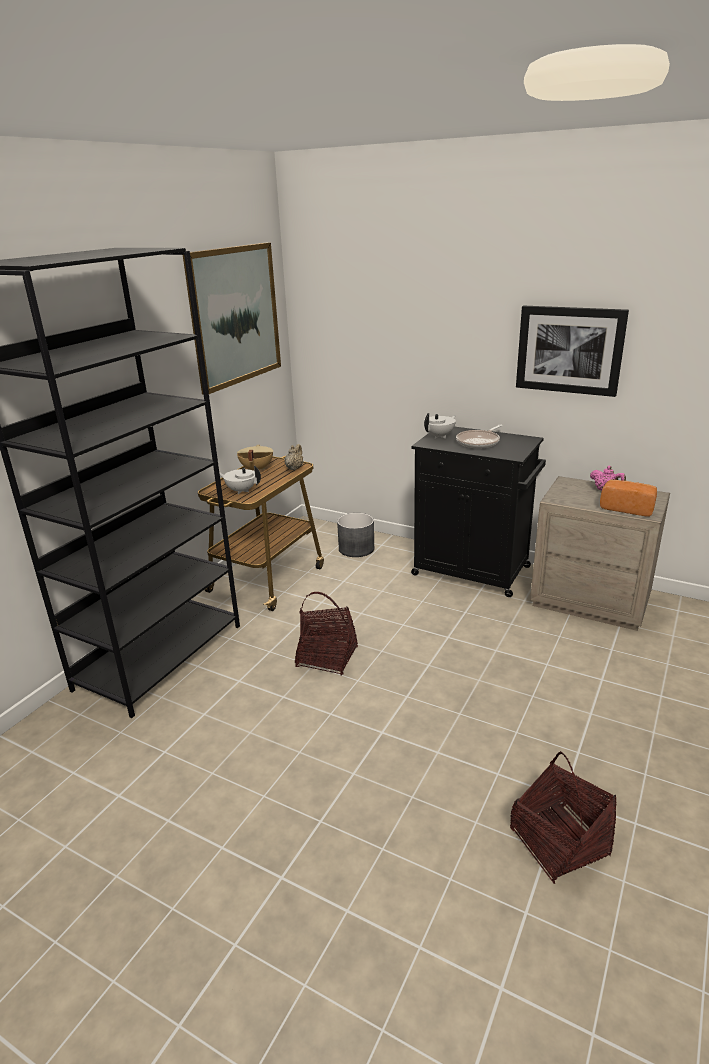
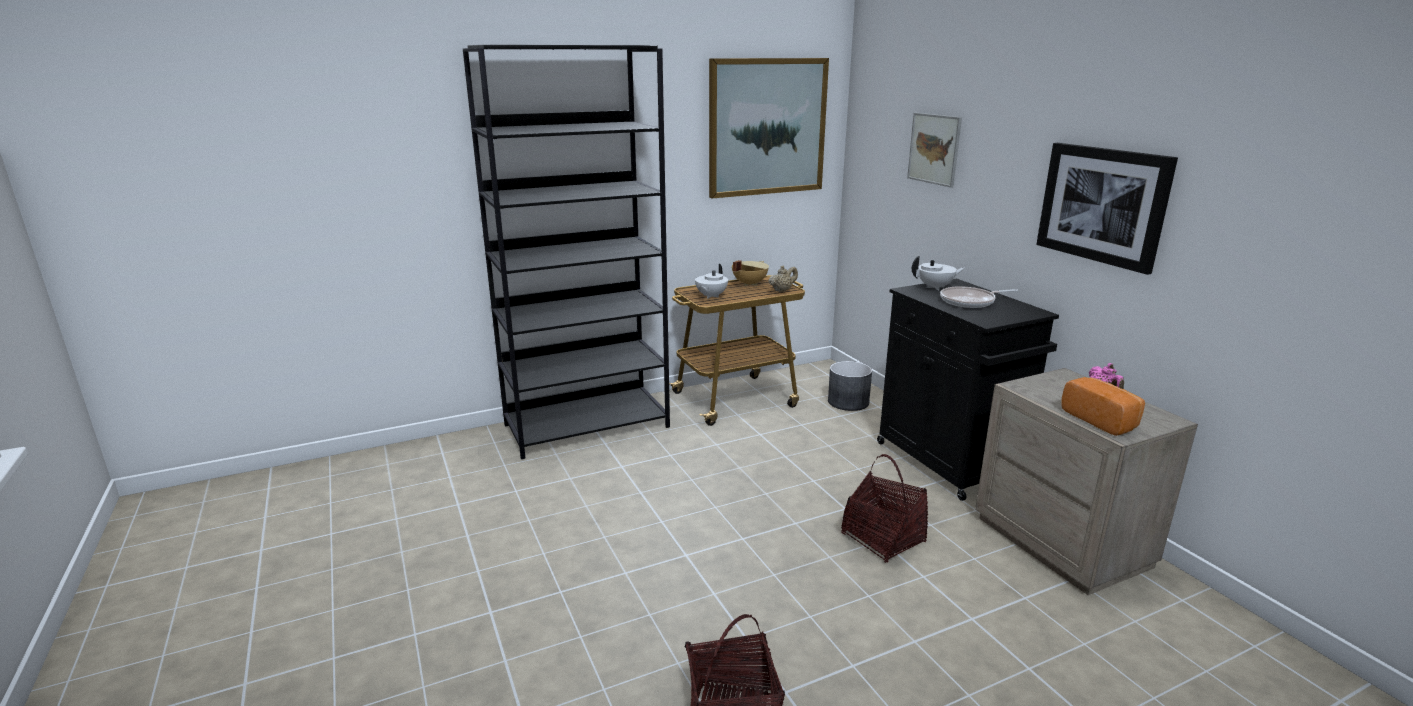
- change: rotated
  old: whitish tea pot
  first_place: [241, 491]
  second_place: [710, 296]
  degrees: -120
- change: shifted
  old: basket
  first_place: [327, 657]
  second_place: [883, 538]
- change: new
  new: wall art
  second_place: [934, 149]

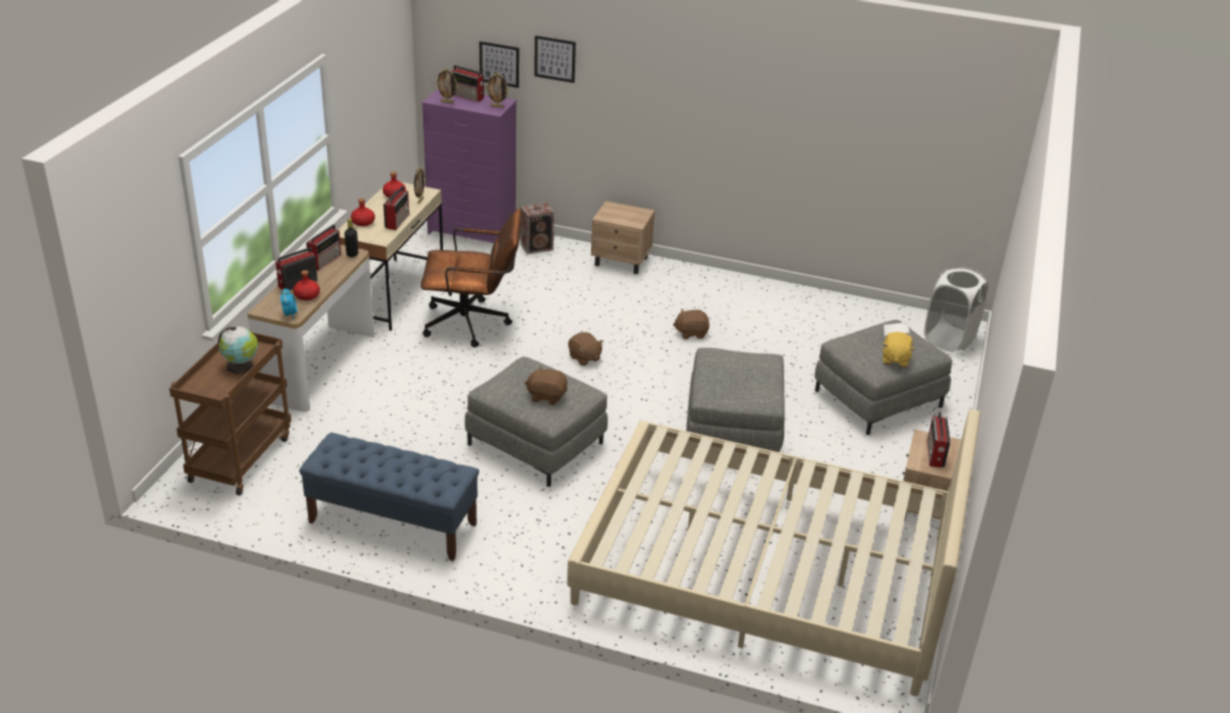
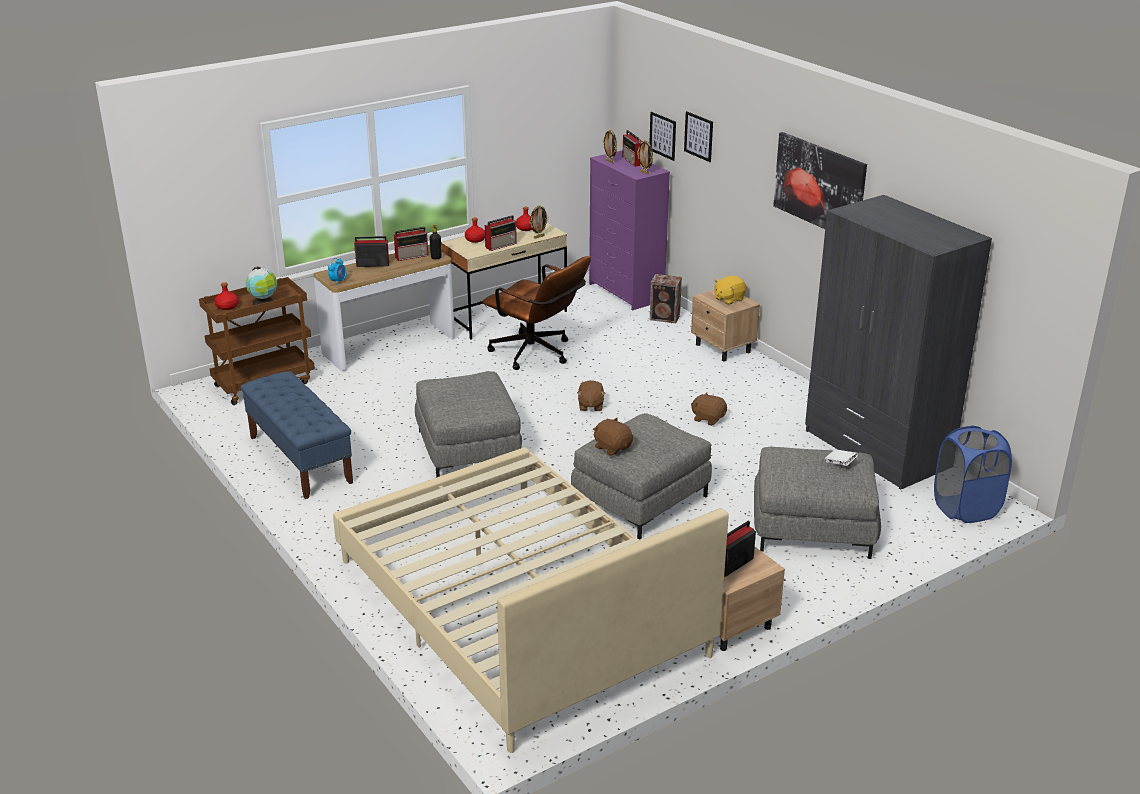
- change: repainted
  old: whitish hamper
  new: blue-coloured hamper
  first_place: [949, 339]
  second_place: [966, 509]
- change: shifted
  old: red beverage bottle
  first_place: [307, 296]
  second_place: [227, 306]
- change: shifted
  old: yellowish soft toy
  first_place: [895, 359]
  second_place: [728, 299]
- change: shifted
  old: brown soft toy
  first_place: [546, 396]
  second_place: [612, 448]
- change: new
  new: wall art
  second_place: [819, 185]
- change: new
  new: gray armoire
  second_place: [876, 449]

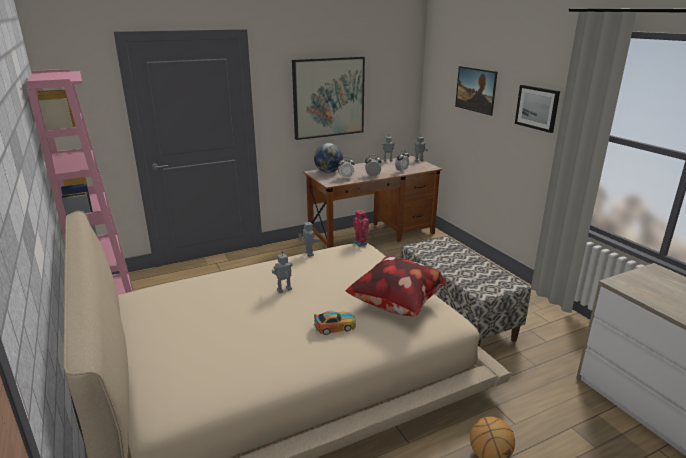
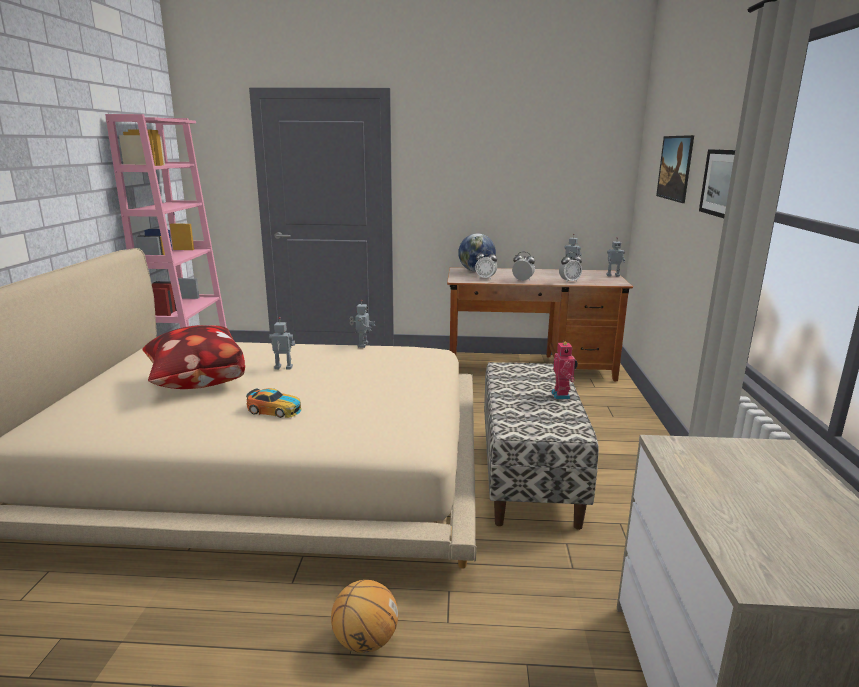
- change: gone
  old: wall art
  first_place: [328, 97]
- change: shifted
  old: robot figure
  first_place: [361, 243]
  second_place: [562, 395]
- change: shifted
  old: pillow
  first_place: [396, 306]
  second_place: [196, 384]

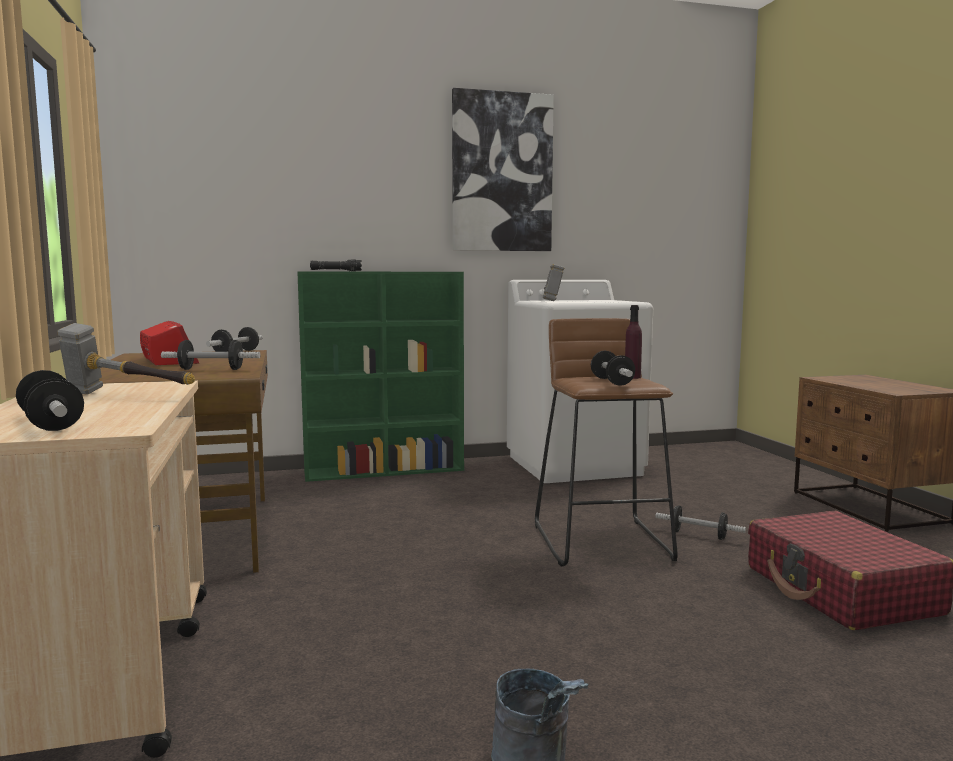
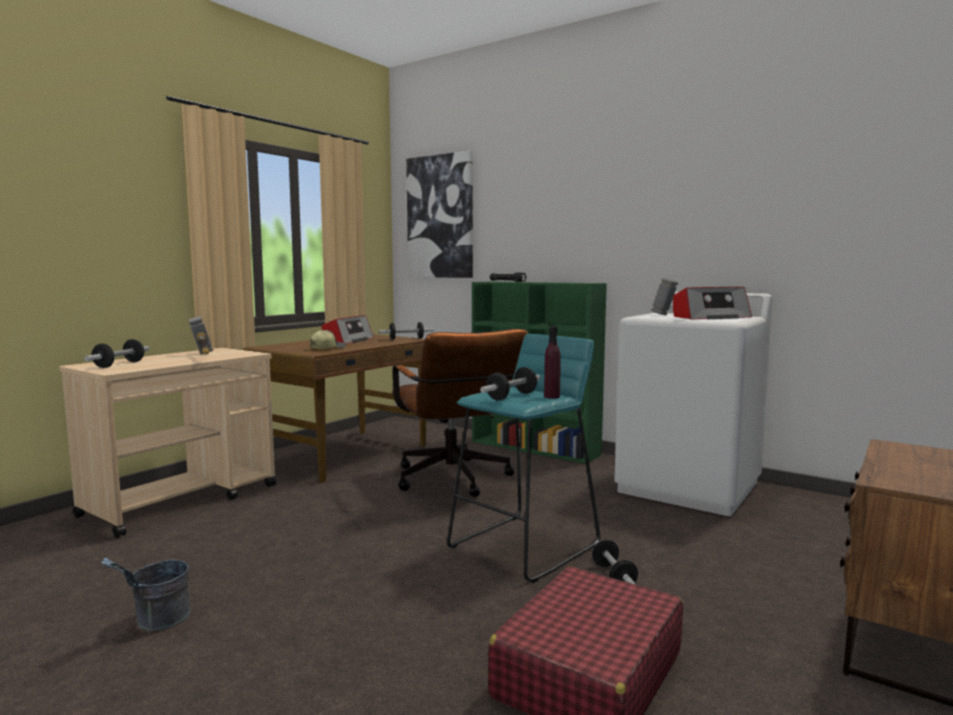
- change: shifted
  old: wall art
  first_place: [502, 173]
  second_place: [440, 217]
- change: repainted
  old: brown stool
  new: turquoise-coloured stool
  first_place: [602, 541]
  second_place: [525, 546]
- change: swapped
  old: hand weight
  new: peaked cap
  first_place: [211, 369]
  second_place: [327, 348]
- change: new
  new: radio
  second_place: [710, 317]
- change: new
  new: brown computer chair
  second_place: [455, 481]

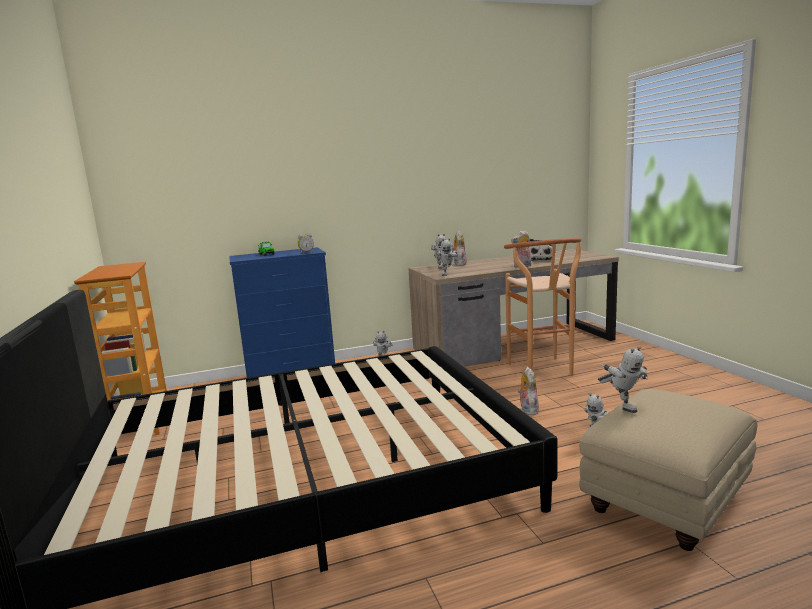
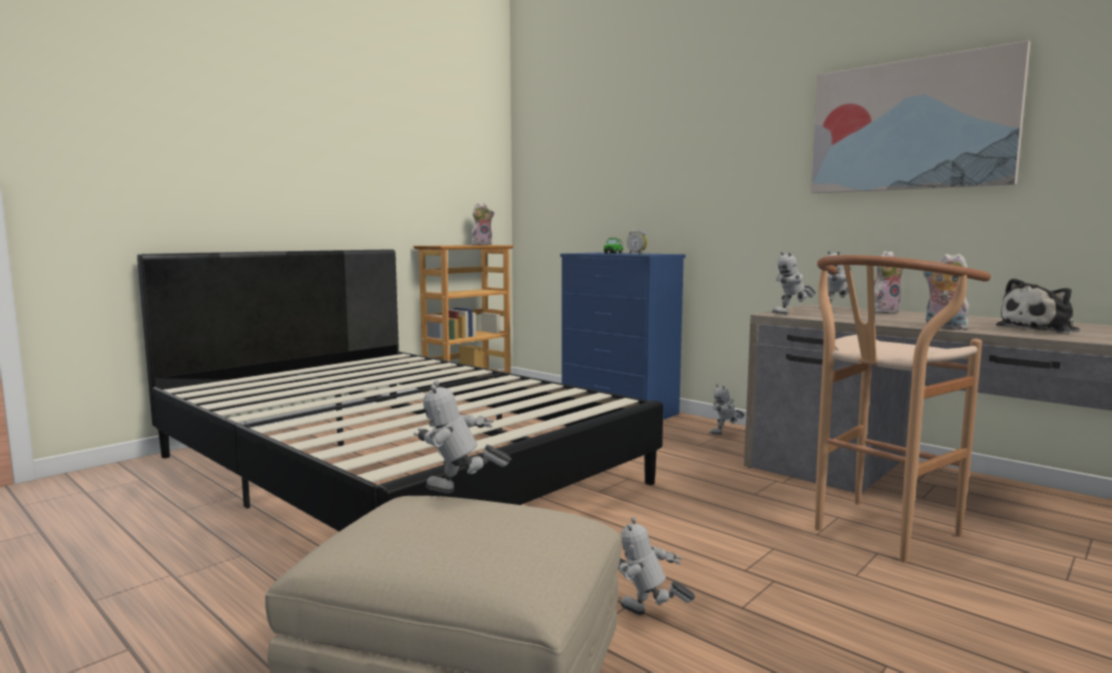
- change: rotated
  old: robot figure
  first_place: [622, 406]
  second_place: [460, 494]
  degrees: 60
- change: shifted
  old: soft toy
  first_place: [527, 410]
  second_place: [482, 245]
- change: new
  new: wall art
  second_place: [910, 125]

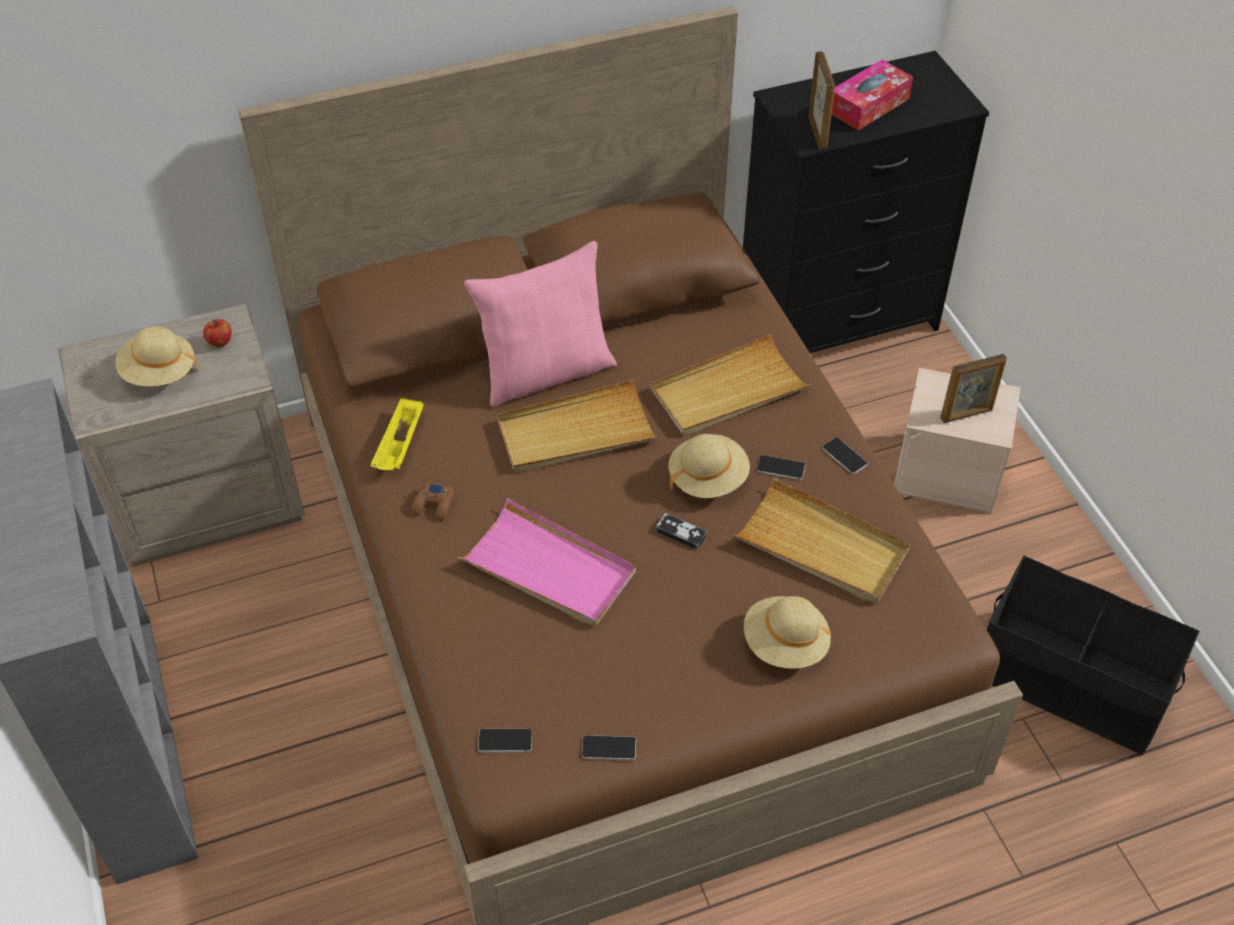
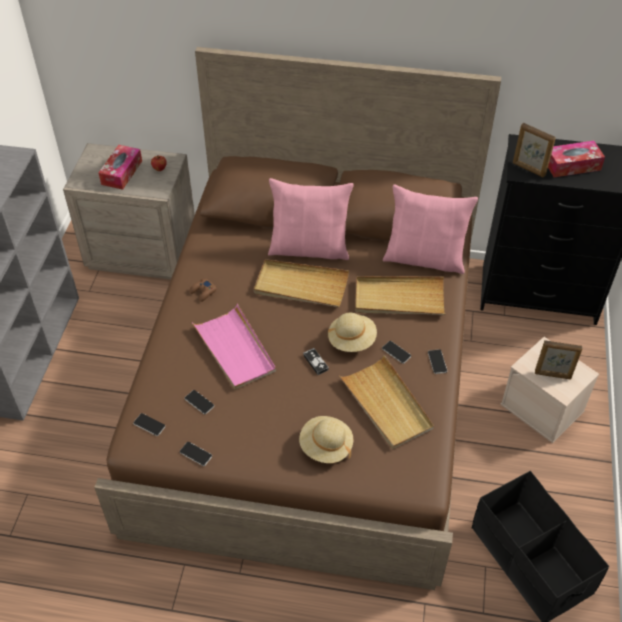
- change: rotated
  old: picture frame
  first_place: [817, 131]
  second_place: [528, 169]
  degrees: 105
- change: swapped
  old: beige-coloured hat
  new: box of tissues
  first_place: [159, 373]
  second_place: [122, 172]
- change: gone
  old: yellowish carrying tray
  first_place: [400, 446]
- change: new
  new: pink pillow
  second_place: [425, 258]
- change: new
  new: handset
  second_place: [199, 402]

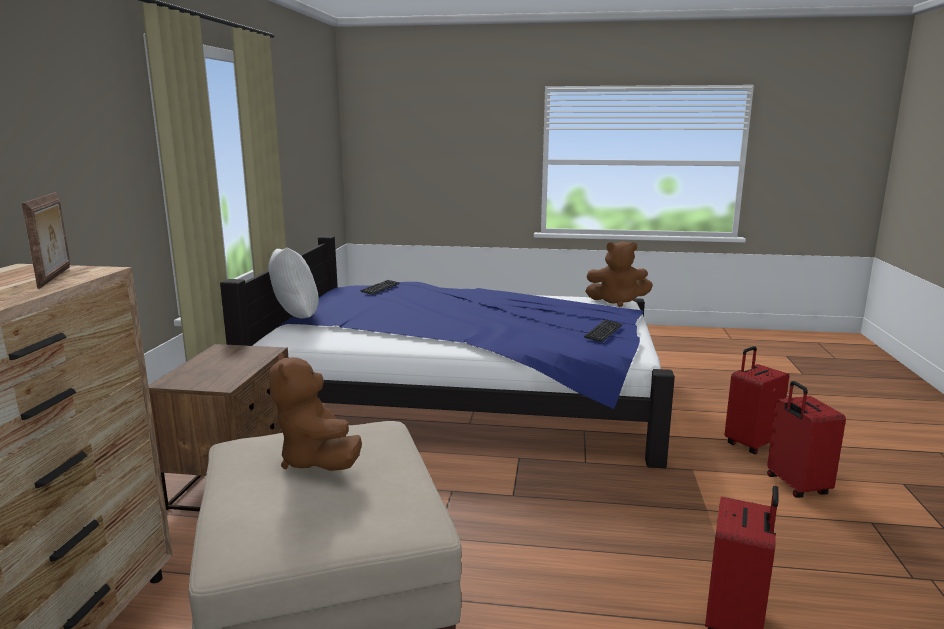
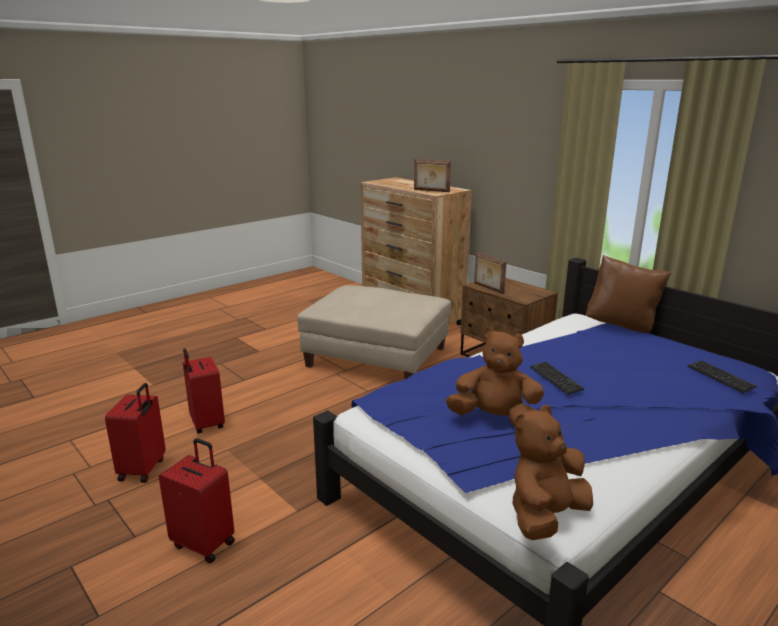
- change: repainted
  old: whitish pillow
  new: brown pillow
  first_place: [294, 318]
  second_place: [622, 326]
- change: shifted
  old: PC keyboard
  first_place: [603, 332]
  second_place: [555, 379]
- change: shifted
  old: red suitcase
  first_place: [750, 444]
  second_place: [143, 469]
- change: shifted
  old: brown soft toy
  first_place: [318, 461]
  second_place: [495, 419]
- change: new
  new: picture frame
  second_place: [488, 288]

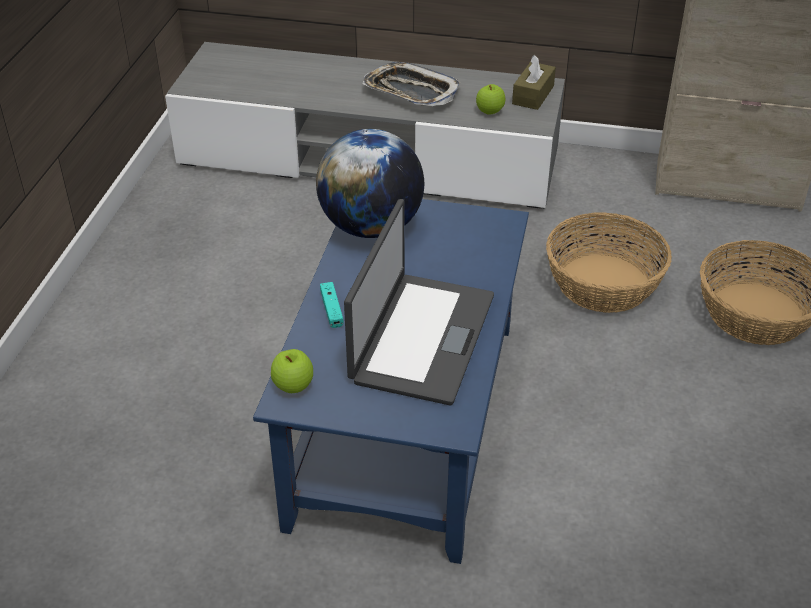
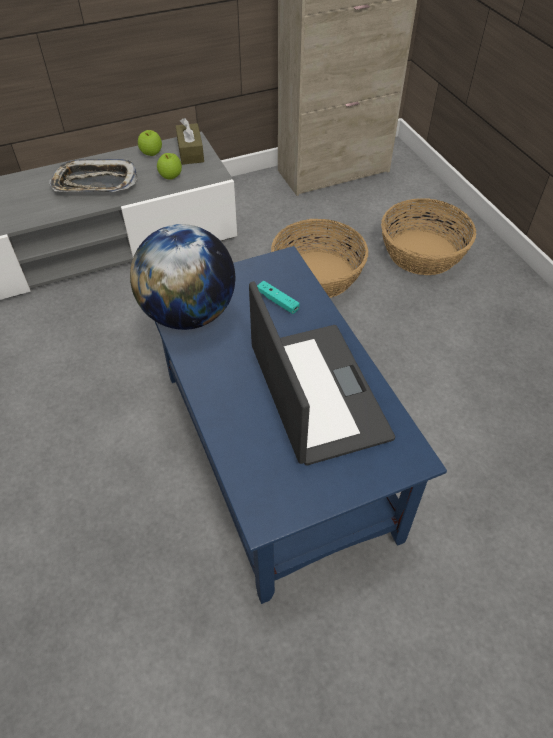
- change: shifted
  old: turquoise-coloured game controller
  first_place: [331, 309]
  second_place: [277, 301]
- change: shifted
  old: apple fruit
  first_place: [293, 386]
  second_place: [151, 153]

